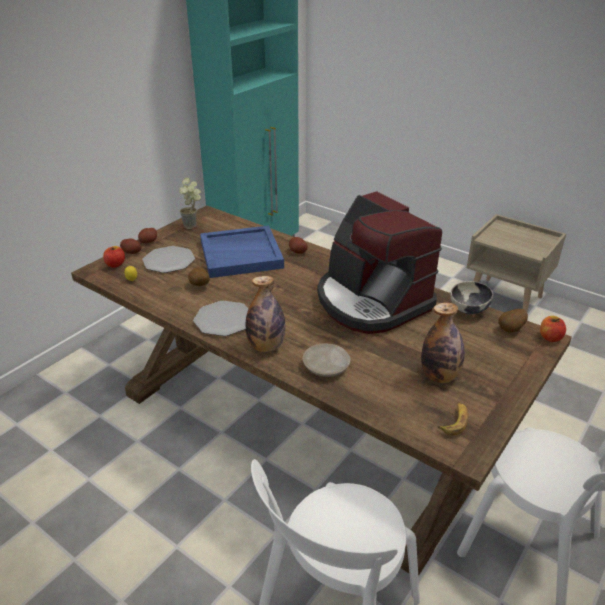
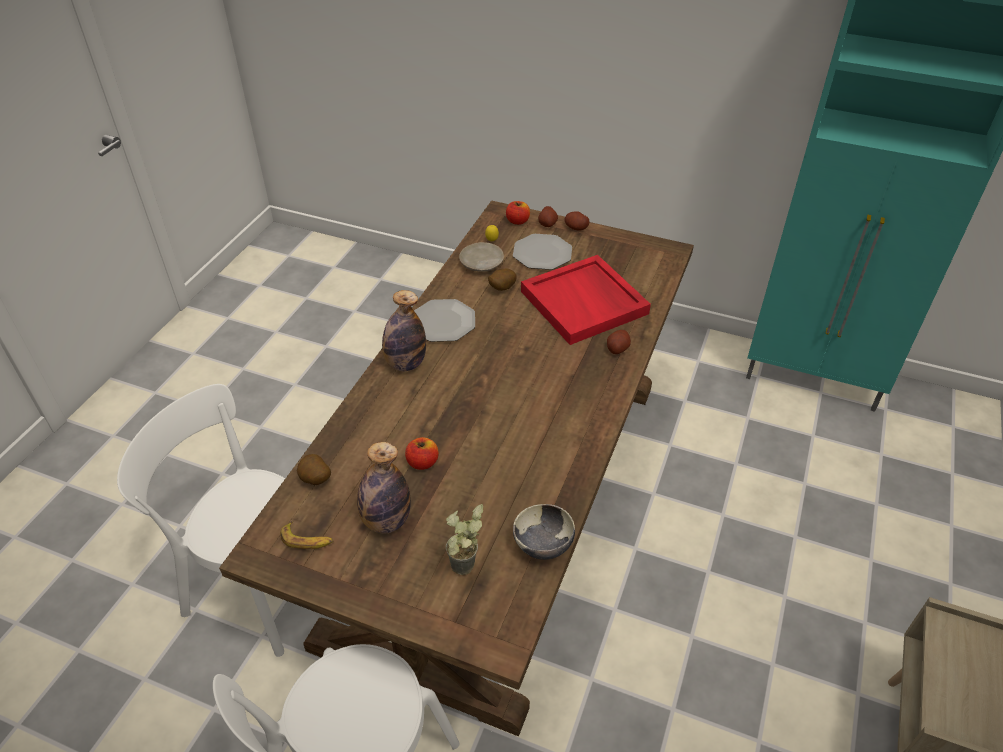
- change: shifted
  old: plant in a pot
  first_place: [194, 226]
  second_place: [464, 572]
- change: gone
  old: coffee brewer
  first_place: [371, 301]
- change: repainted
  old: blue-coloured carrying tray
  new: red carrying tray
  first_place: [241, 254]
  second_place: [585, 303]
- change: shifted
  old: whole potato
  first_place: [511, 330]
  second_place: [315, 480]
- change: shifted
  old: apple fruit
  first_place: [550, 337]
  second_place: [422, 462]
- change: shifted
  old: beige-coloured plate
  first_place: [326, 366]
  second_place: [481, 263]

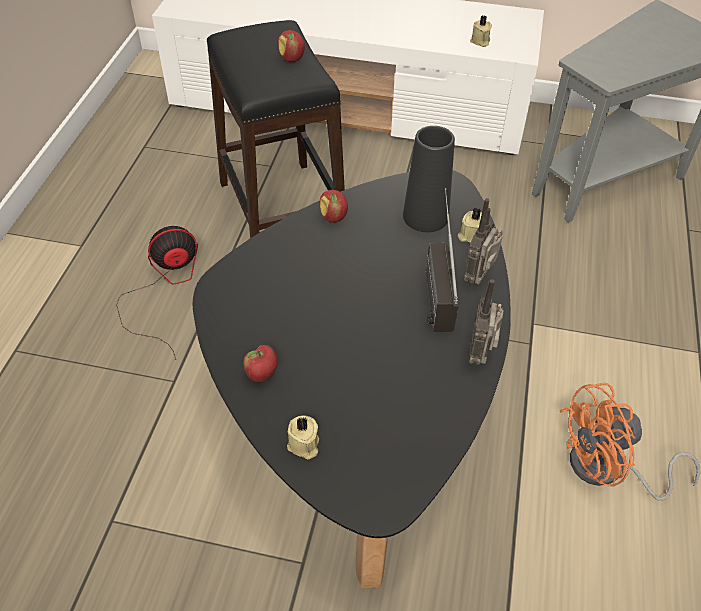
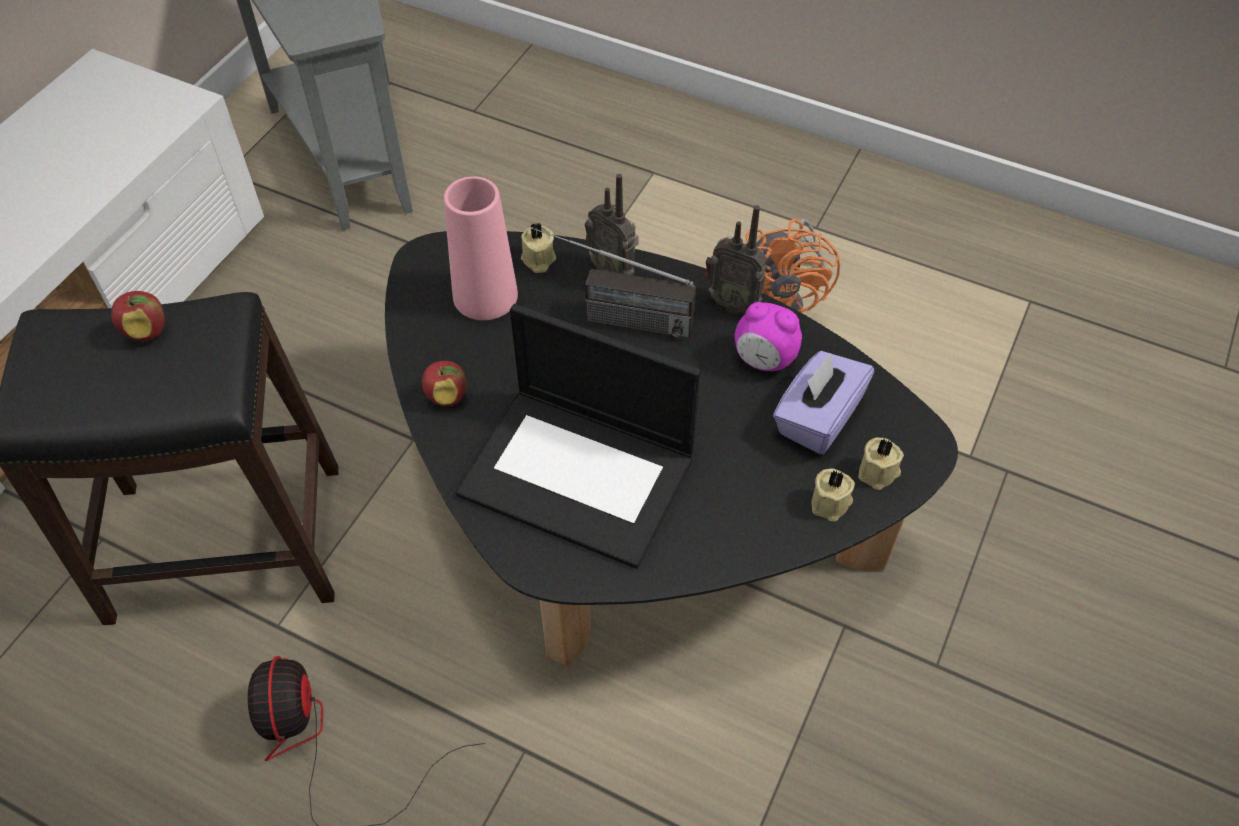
- change: shifted
  old: beige-coloured wax light
  first_place: [480, 41]
  second_place: [879, 473]
- change: repainted
  old: black vase
  new: pink vase
  first_place: [425, 216]
  second_place: [485, 295]
- change: gone
  old: apple fruit
  first_place: [262, 375]
- change: new
  new: table clock
  second_place: [764, 360]
- change: new
  new: portable computer
  second_place: [580, 474]
- change: new
  new: purple-coloured box of tissues
  second_place: [817, 418]

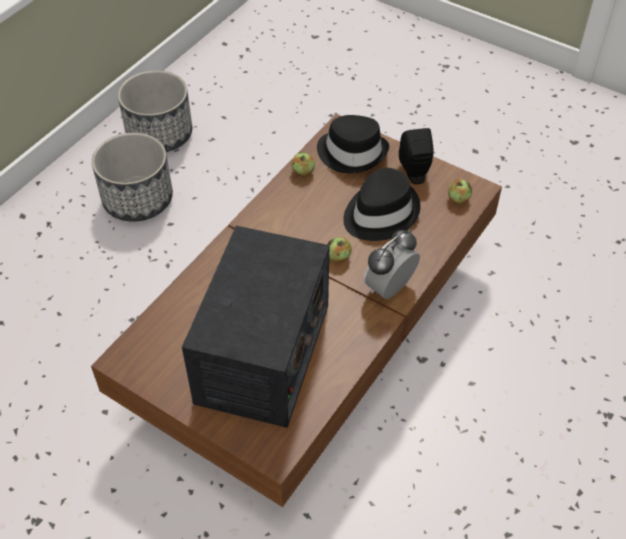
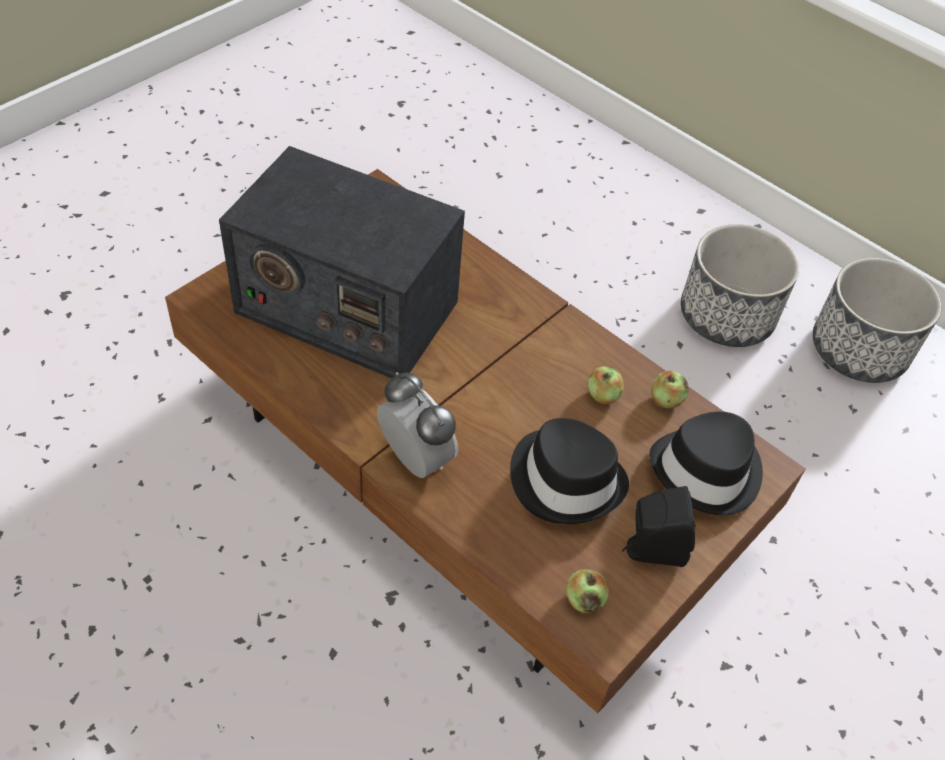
- change: shifted
  old: apple fruit
  first_place: [338, 257]
  second_place: [602, 395]

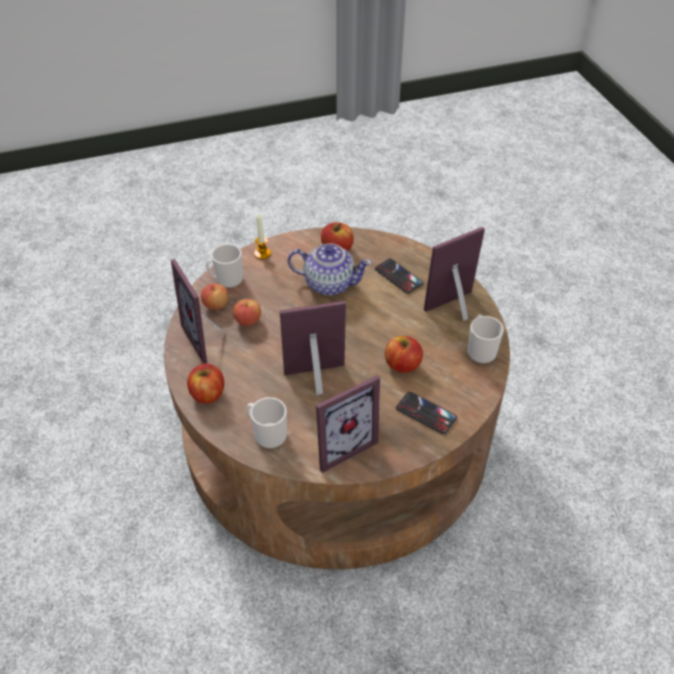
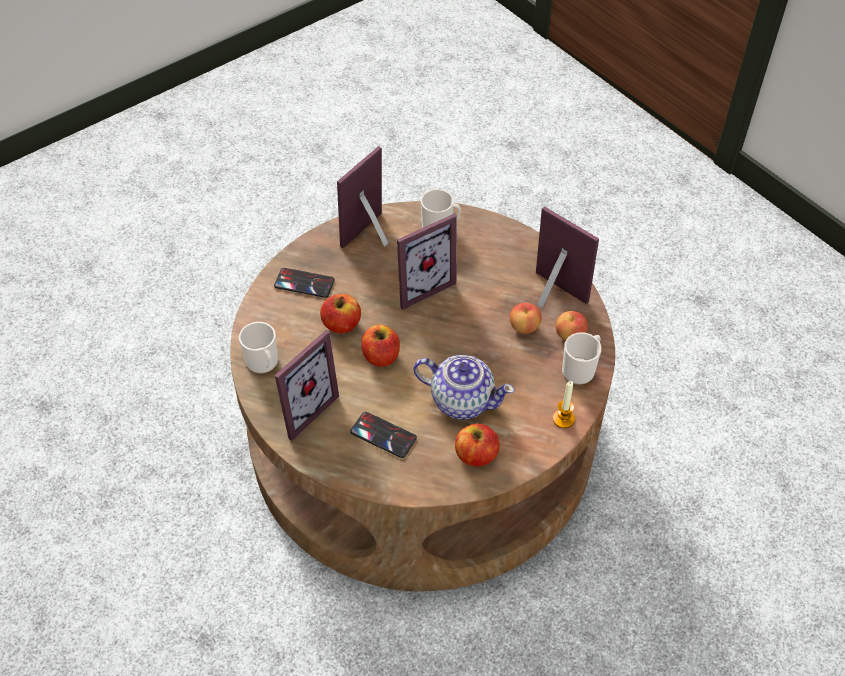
- change: rotated
  old: tea pot
  first_place: [329, 283]
  second_place: [461, 399]
  degrees: -150
- change: shifted
  old: apple fruit
  first_place: [207, 394]
  second_place: [381, 356]

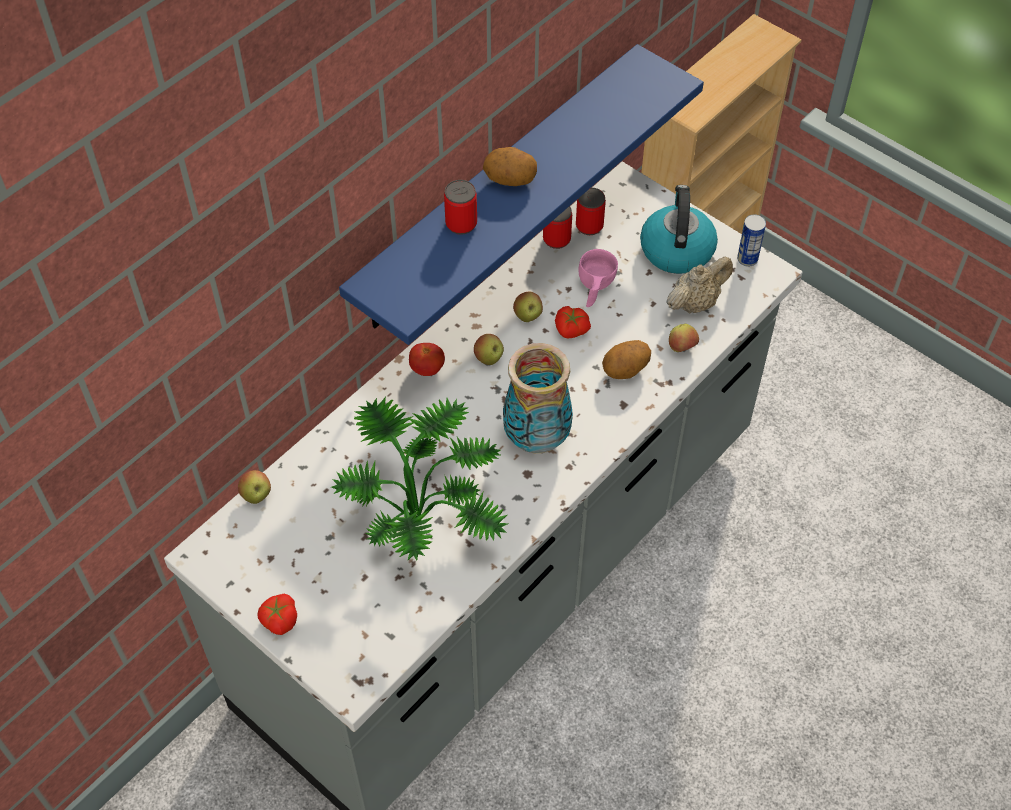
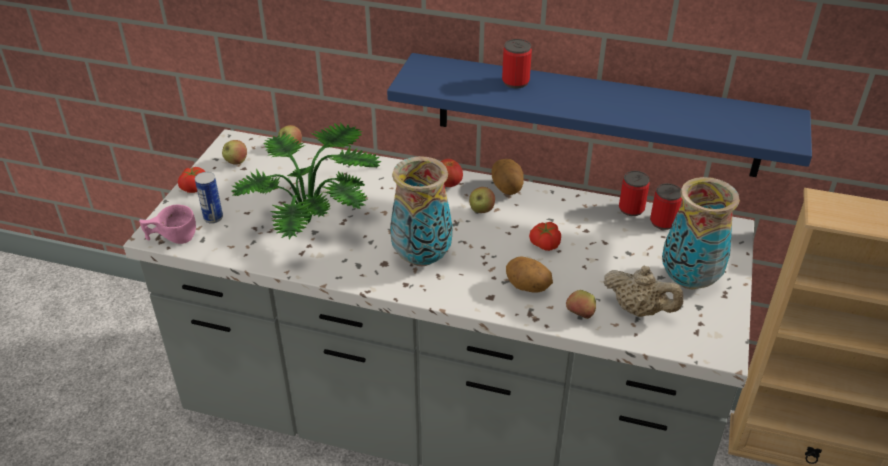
- change: shifted
  old: whole potato
  first_place: [510, 180]
  second_place: [507, 188]
- change: swapped
  old: water kettle
  new: vase
  first_place: [676, 249]
  second_place: [688, 280]
- change: shifted
  old: sealed can
  first_place: [747, 259]
  second_place: [213, 218]
- change: shifted
  old: pink small cup
  first_place: [594, 289]
  second_place: [172, 238]
- change: shifted
  old: apple fruit
  first_place: [528, 316]
  second_place: [236, 162]

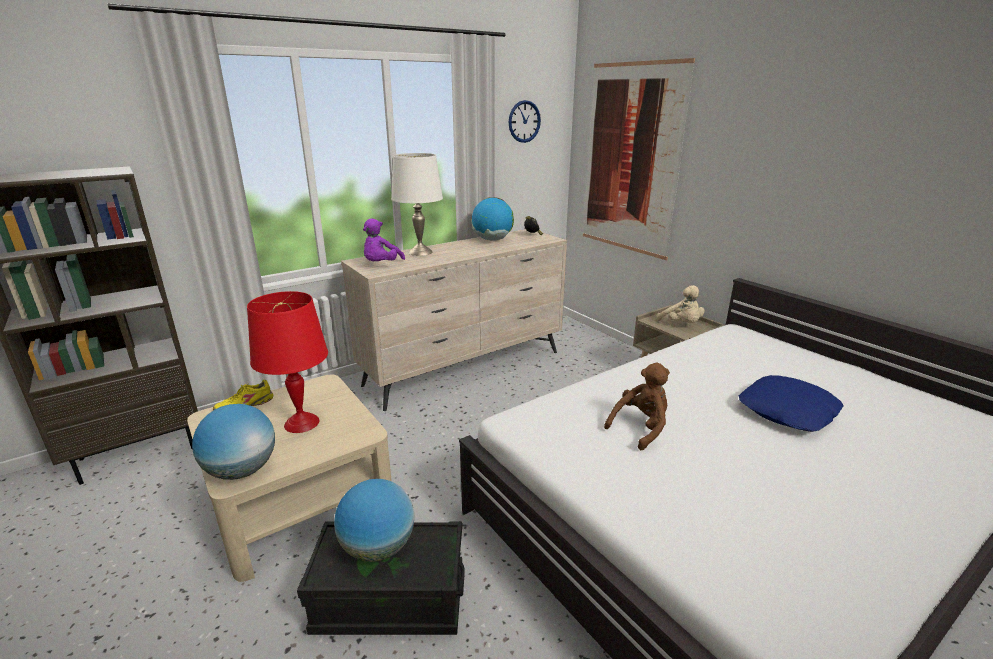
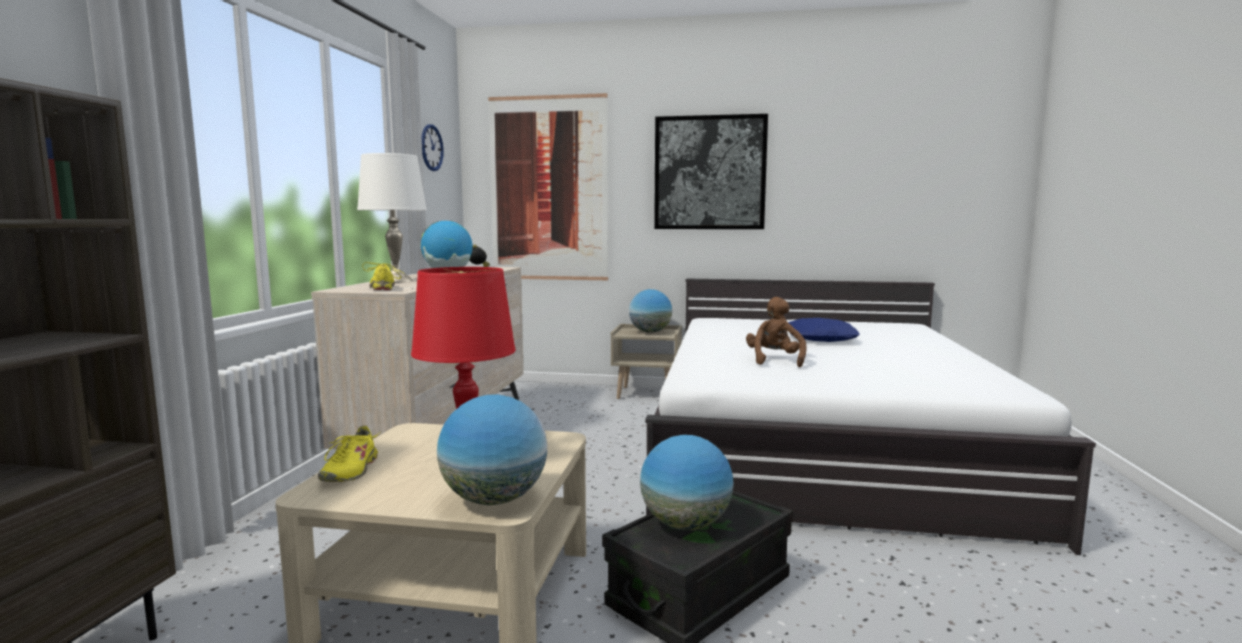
- change: swapped
  old: purple-coloured soft toy
  new: yellowish shoe
  first_place: [381, 265]
  second_place: [384, 288]
- change: swapped
  old: beige-coloured soft toy
  new: world globe
  first_place: [682, 324]
  second_place: [650, 332]
- change: new
  new: wall art
  second_place: [709, 173]

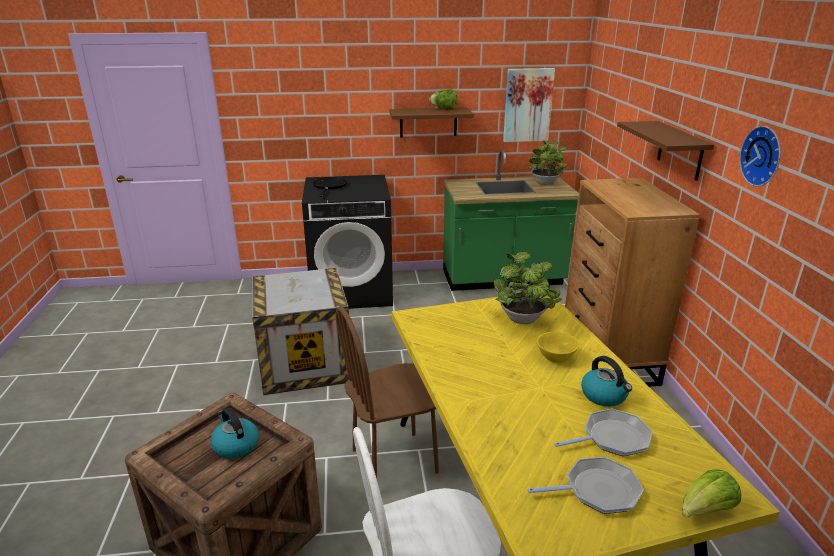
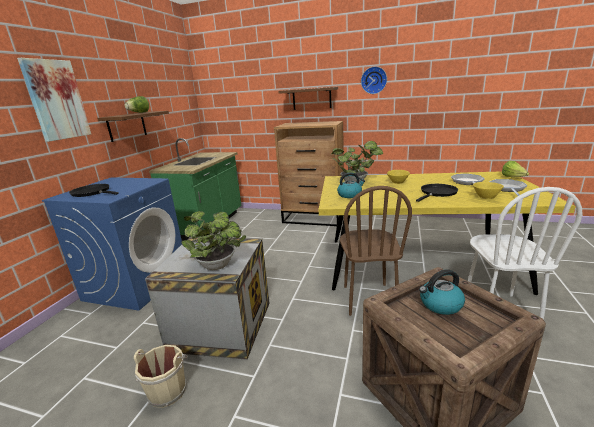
- change: shifted
  old: wall art
  first_place: [527, 105]
  second_place: [56, 100]
- change: shifted
  old: plant in a pot
  first_place: [544, 184]
  second_place: [219, 266]
- change: repainted
  old: black laundry machine
  new: blue-coloured laundry machine
  first_place: [352, 290]
  second_place: [137, 283]
- change: shifted
  old: water kettle
  first_place: [604, 396]
  second_place: [350, 195]
- change: new
  new: yellowish deep dish
  second_place: [486, 196]
- change: new
  new: black frying pan
  second_place: [437, 193]
- change: new
  new: beige-coloured bucket
  second_place: [168, 389]

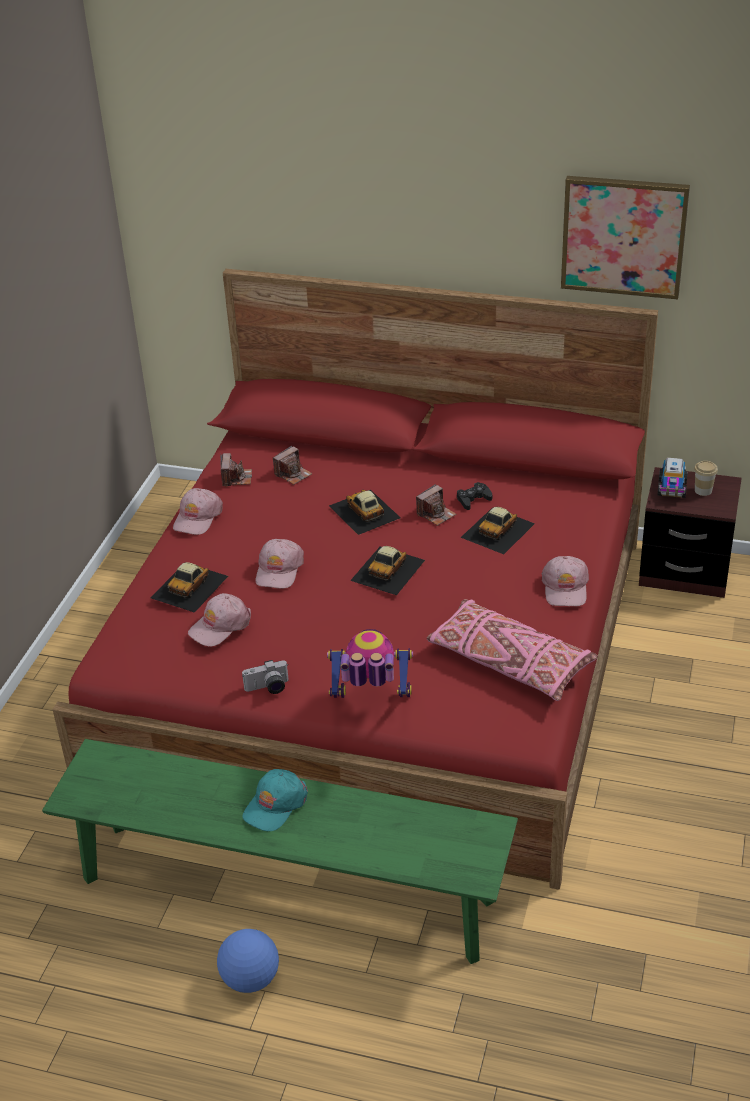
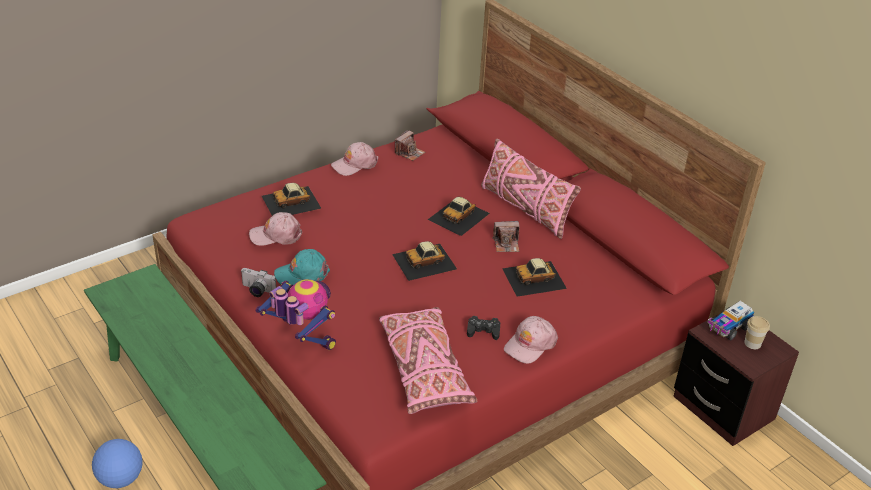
- change: gone
  old: wall art
  first_place: [623, 236]
- change: gone
  old: still camera
  first_place: [293, 474]
- change: shifted
  old: black game controller
  first_place: [473, 499]
  second_place: [483, 331]
- change: rotated
  old: toy car
  first_place: [364, 512]
  second_place: [459, 216]
  degrees: -150
- change: gone
  old: pink peaked cap
  first_place: [279, 570]
- change: shifted
  old: turquoise-coloured peaked cap
  first_place: [275, 805]
  second_place: [302, 273]
- change: new
  new: pink pillow
  second_place: [525, 208]

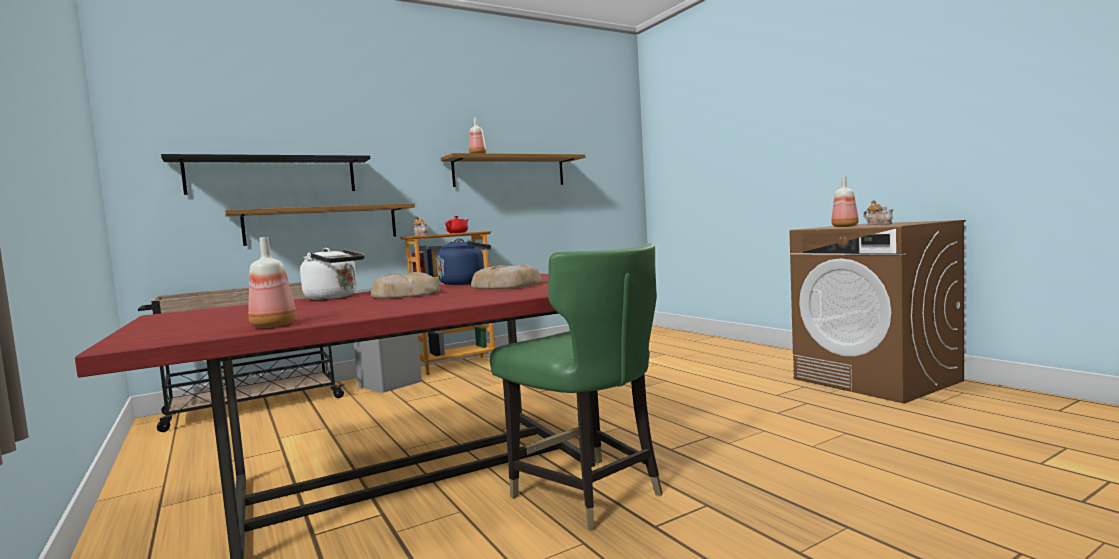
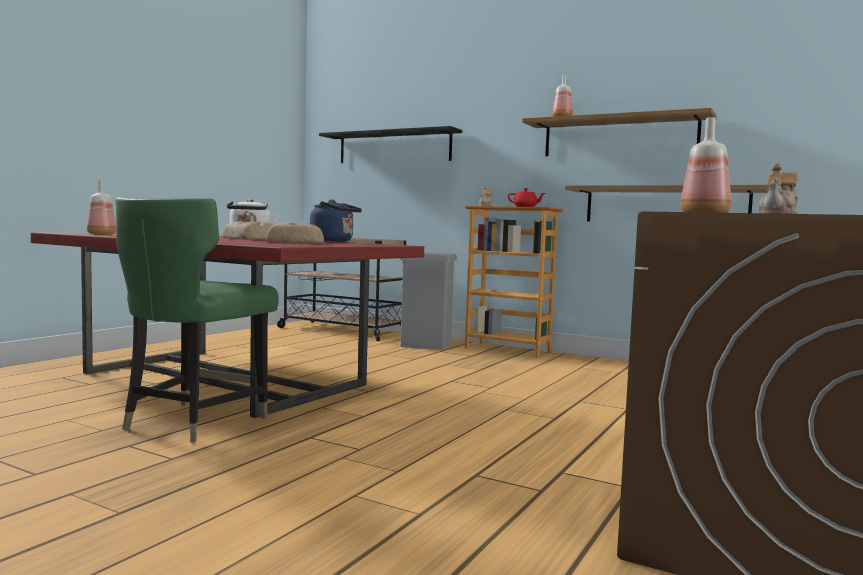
- change: shifted
  old: bracket shelf
  first_place: [322, 224]
  second_place: [665, 205]

